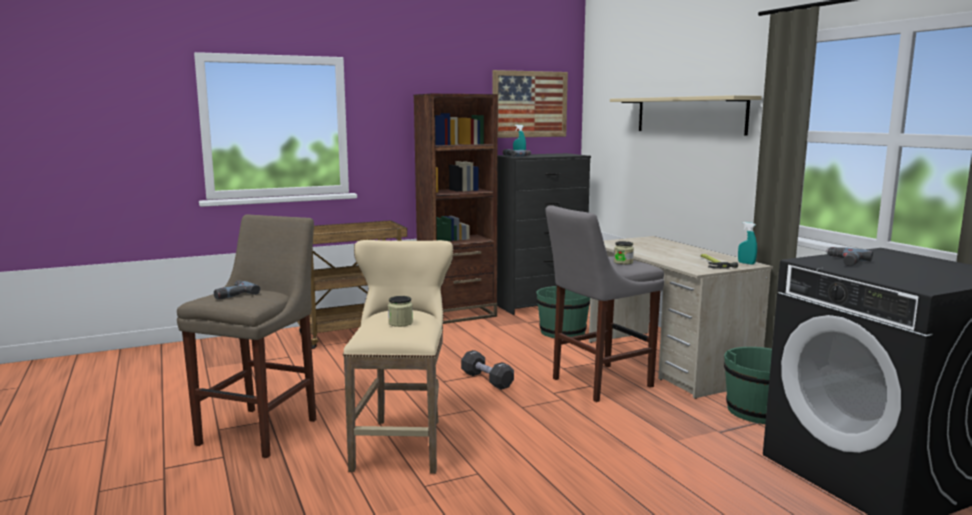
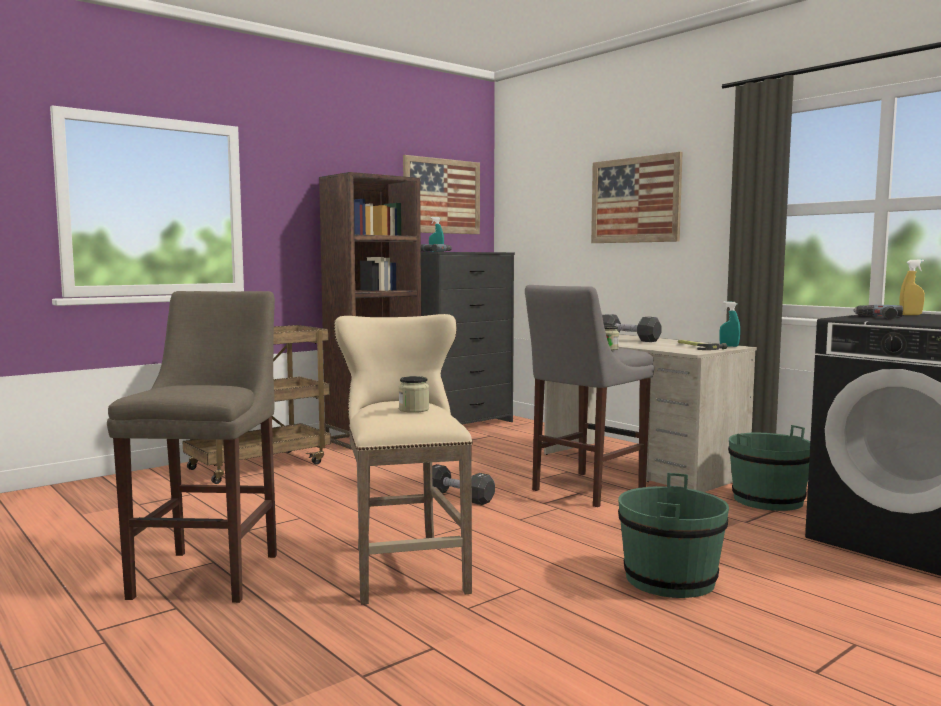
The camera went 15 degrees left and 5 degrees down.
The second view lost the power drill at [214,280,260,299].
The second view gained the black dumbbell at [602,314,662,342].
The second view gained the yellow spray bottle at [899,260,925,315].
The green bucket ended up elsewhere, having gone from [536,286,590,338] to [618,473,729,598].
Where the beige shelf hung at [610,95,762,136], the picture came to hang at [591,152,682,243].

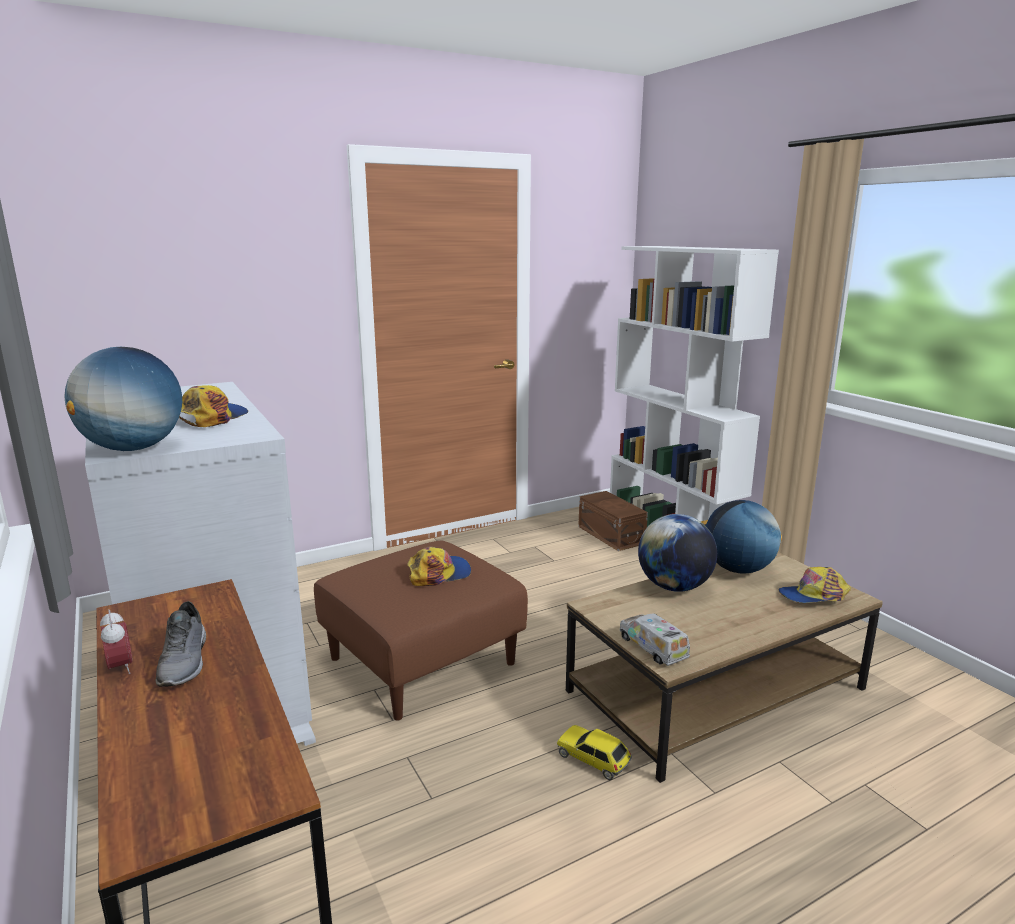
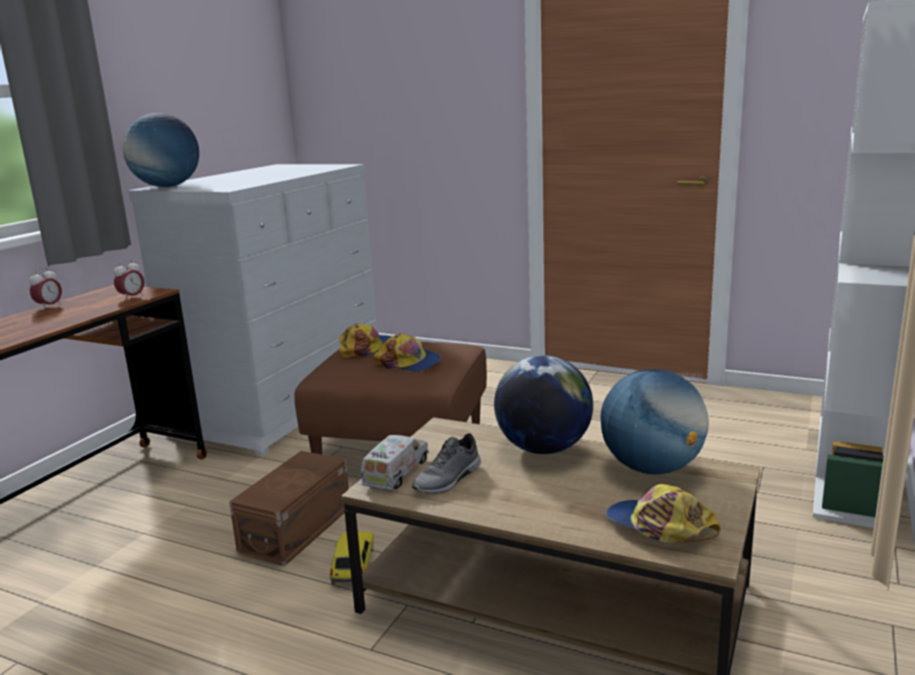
The camera went 55 degrees right and 0 degrees up.
The second view gained the alarm clock at [114,259,144,301].
The grey shoe ended up elsewhere, having gone from [155,601,206,687] to [412,433,481,494].
The cap ended up elsewhere, having gone from [179,385,248,427] to [338,324,391,358].
The brown storage box ended up elsewhere, having gone from [578,491,648,551] to [229,451,349,566].

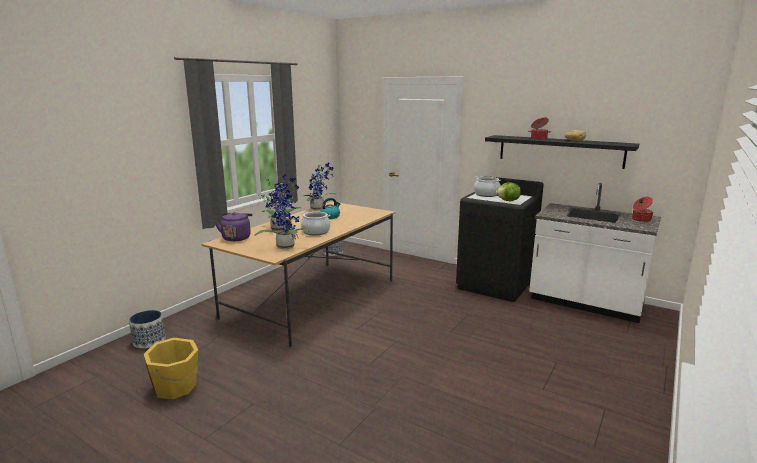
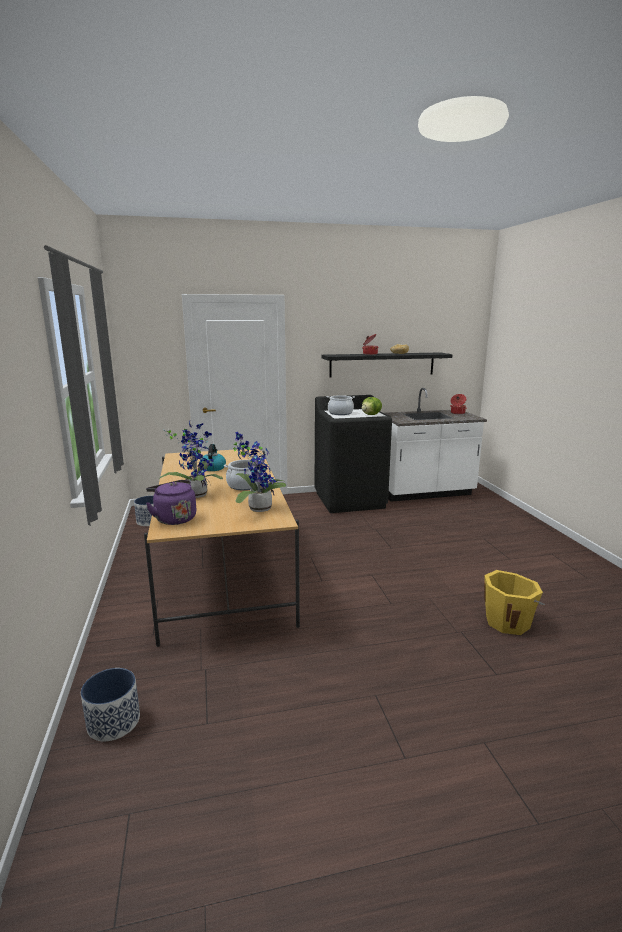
The camera went 45 degrees left and 0 degrees up.
The second view lost the potted plant at [304,163,337,210].
The yellow bucket ended up elsewhere, having gone from [144,338,199,399] to [484,570,545,635].

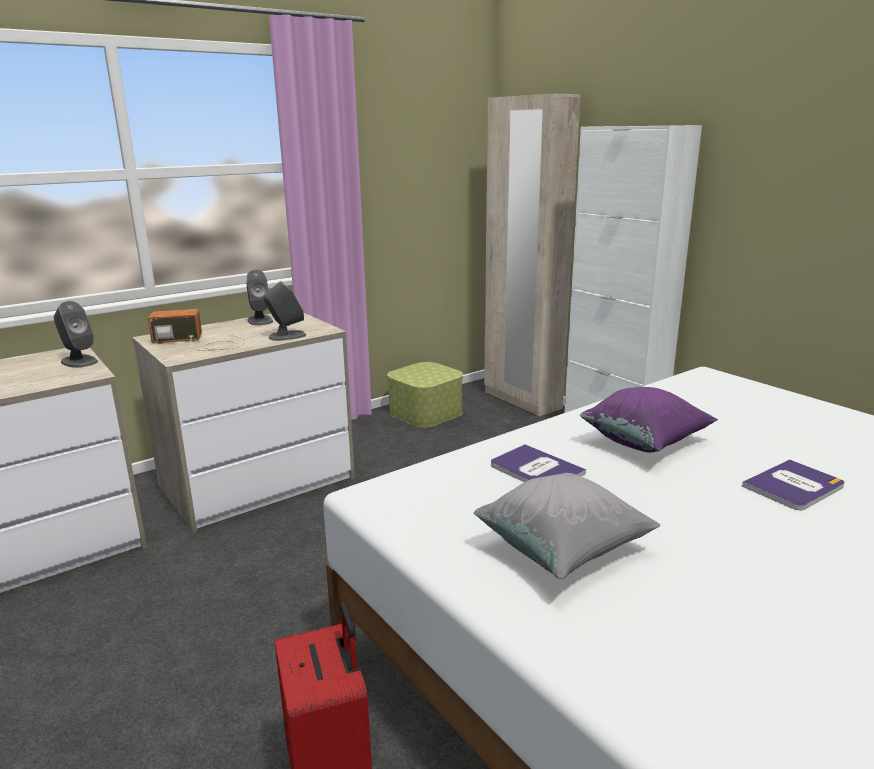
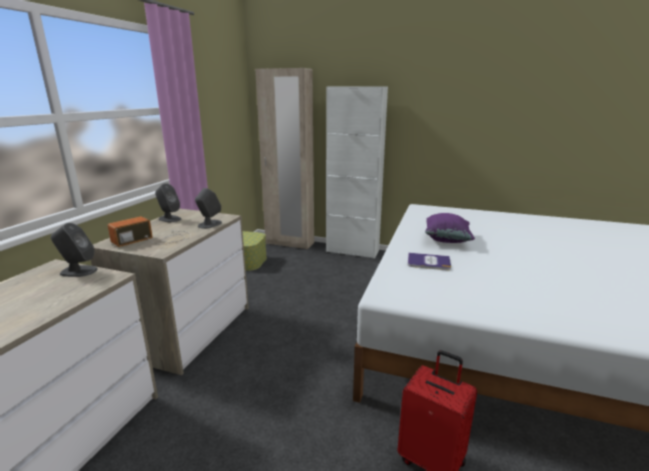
The camera went 35 degrees left and 0 degrees up.
The second view lost the grey pillow at [474,473,661,579].
The second view lost the book at [742,459,845,510].

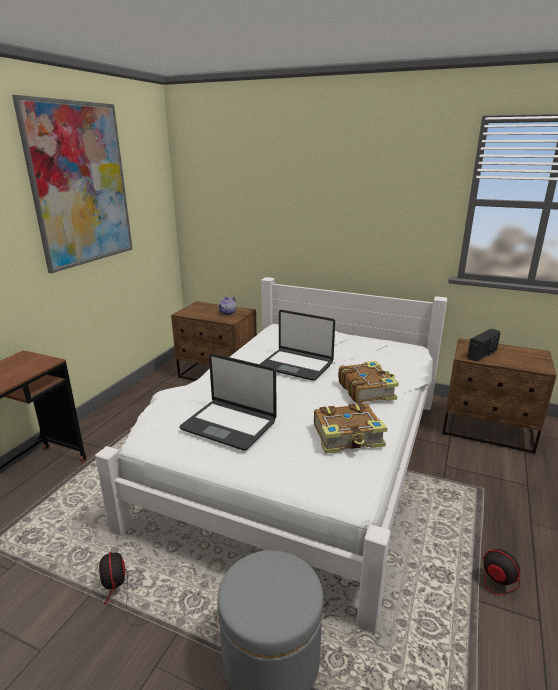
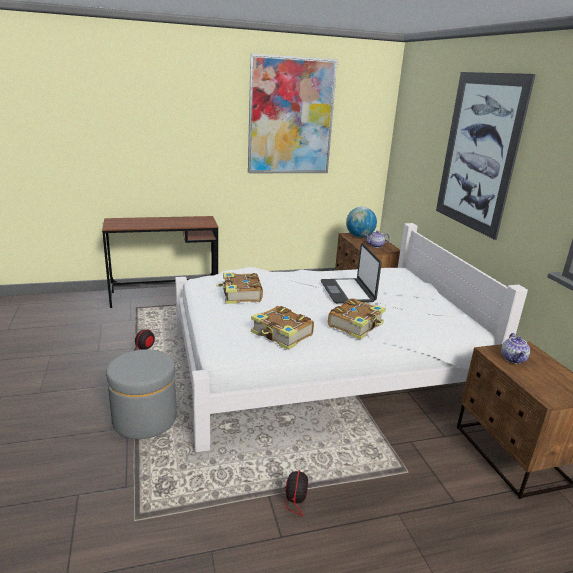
The camera went 50 degrees right and 0 degrees up.
The second view gained the globe at [346,207,377,237].
The second view gained the picture at [436,72,536,240].
Where the laptop stood at [180,353,276,450], the book came to stand at [216,273,263,304].
Where the radio stood at [467,329,500,362], the teapot came to stand at [501,333,530,364].

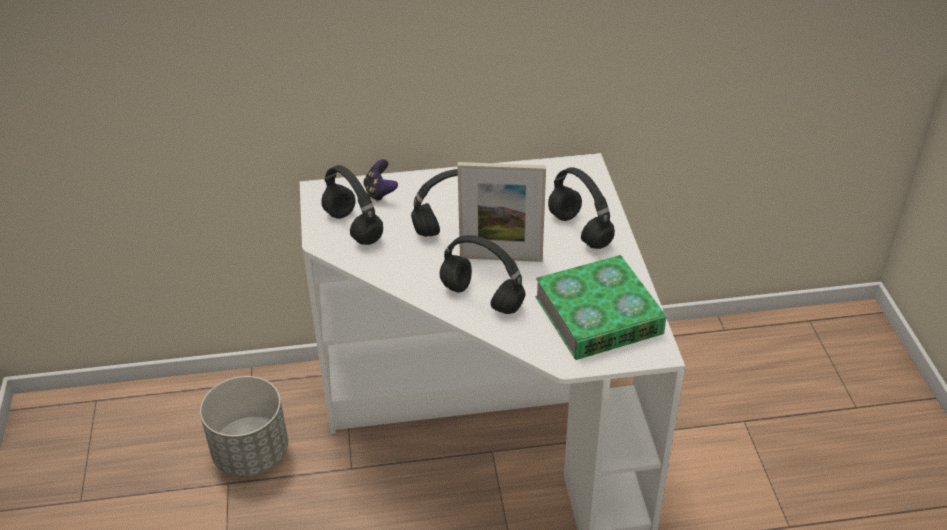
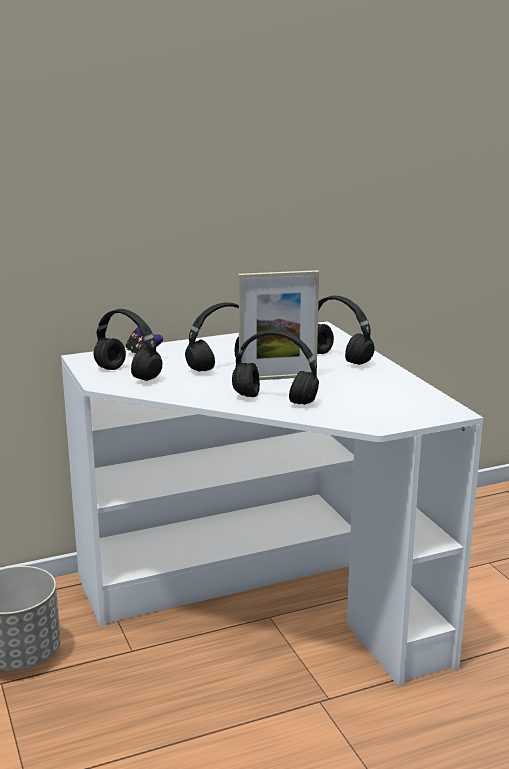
The camera went 15 degrees left and 20 degrees down.
The second view lost the book at [535,255,667,360].

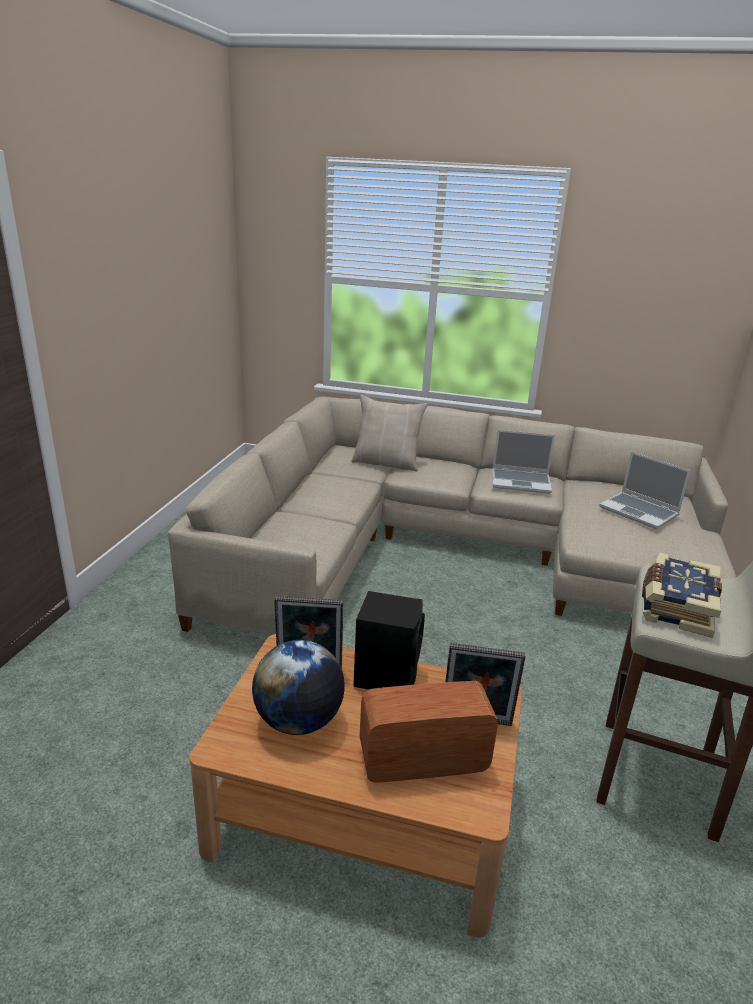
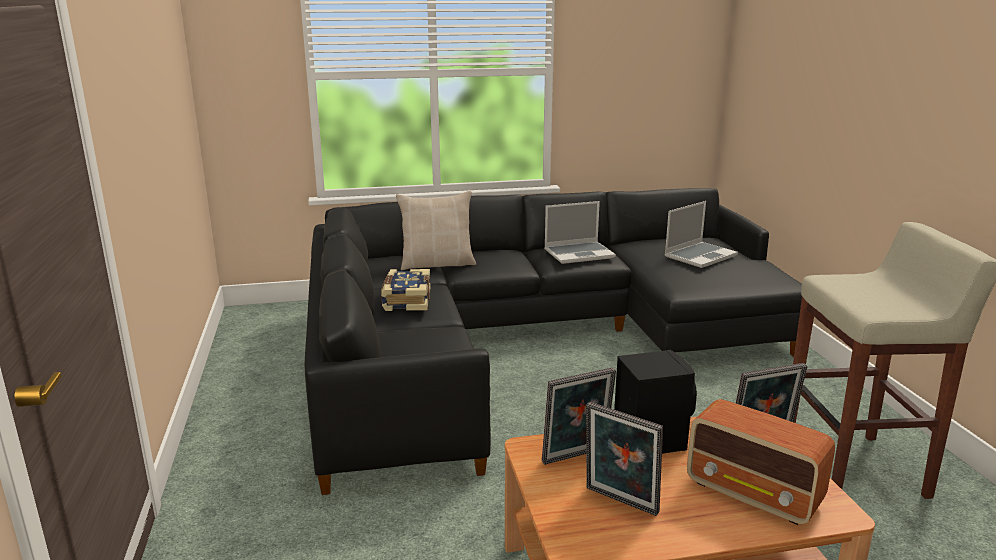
The camera went 25 degrees left and 5 degrees down.
The book ended up elsewhere, having gone from [642,552,722,638] to [381,269,431,311].
Where the globe stood at [252,640,345,735], the picture frame came to stand at [586,402,663,516].
What was the beige sofa at [168,396,736,635] turned into the black sofa at [305,188,802,495].
The radio at [360,681,498,783] ended up facing another way, 105 degrees counterclockwise from before.
The laptop at [599,452,691,529] ended up facing another way, 60 degrees counterclockwise from before.

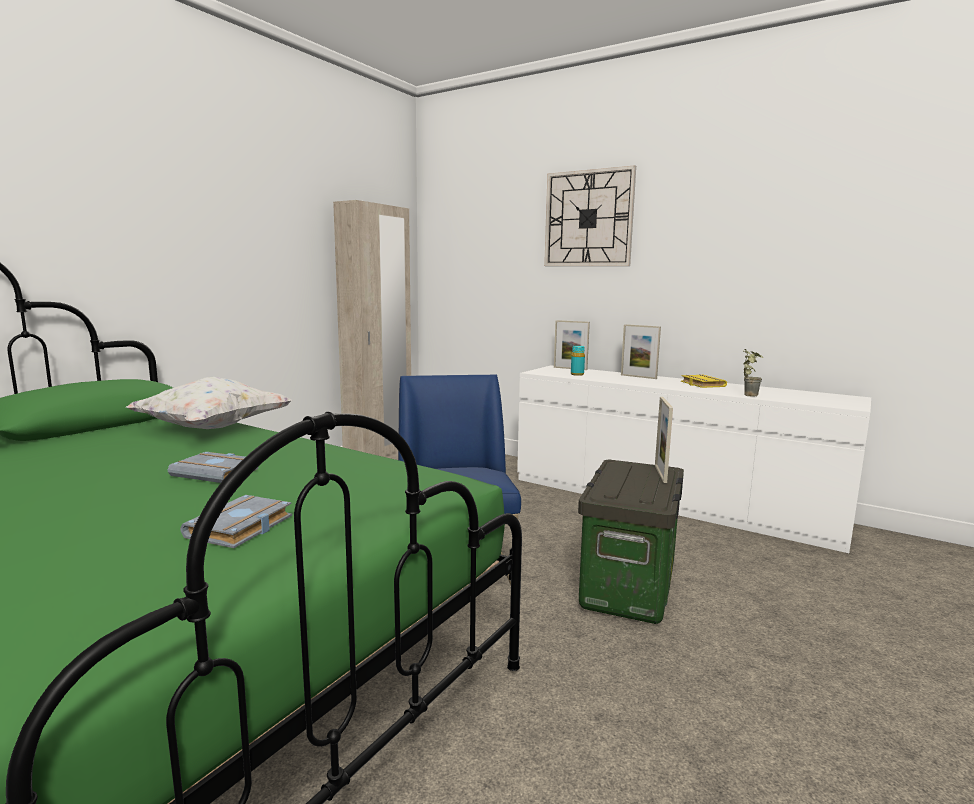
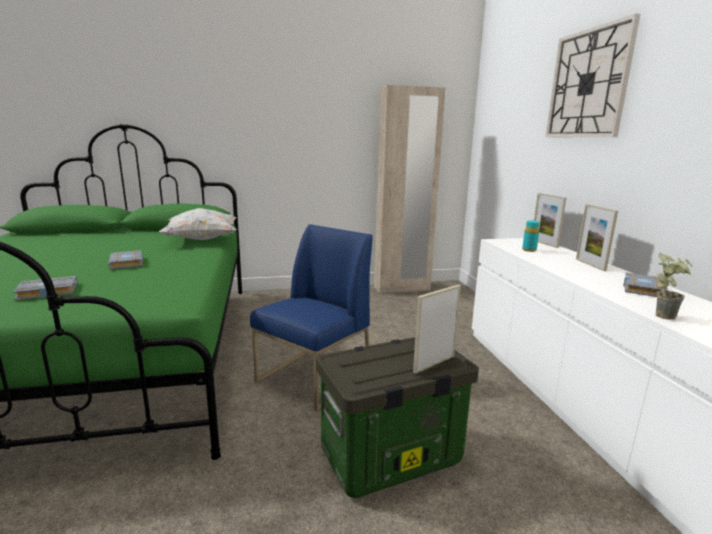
The camera went 45 degrees right and 5 degrees up.
What was the yellow book at [681,374,727,388] turned into the grey book at [623,273,668,297].

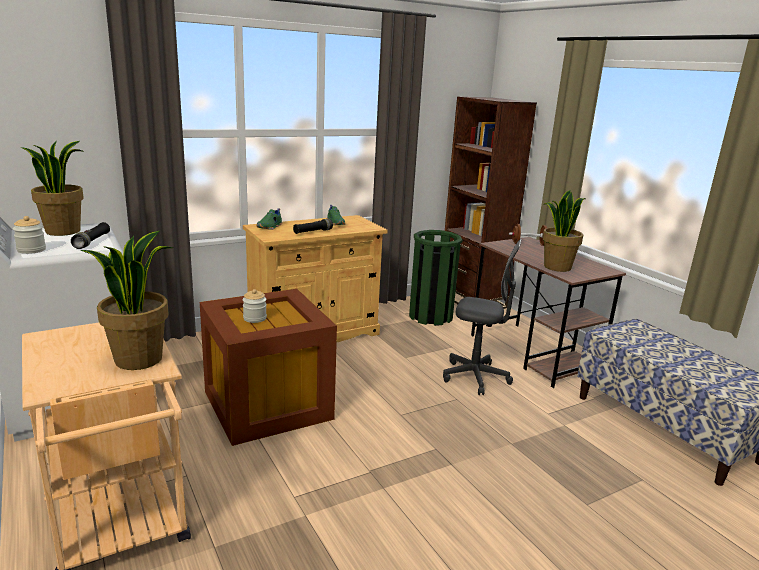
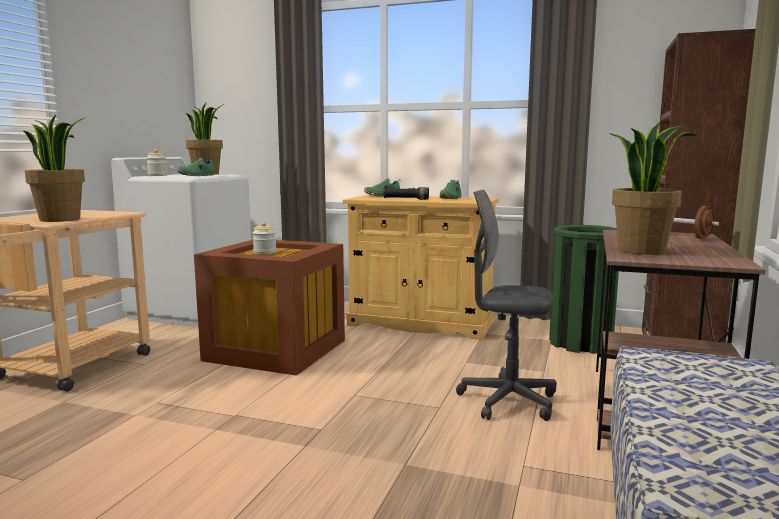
The camera went 50 degrees right and 10 degrees down.
Where the black flashlight stood at [71,222,110,249], the green shoe came to stand at [177,158,216,176].
The grey office chair at [443,239,522,395] ended up facing another way, 135 degrees clockwise from before.

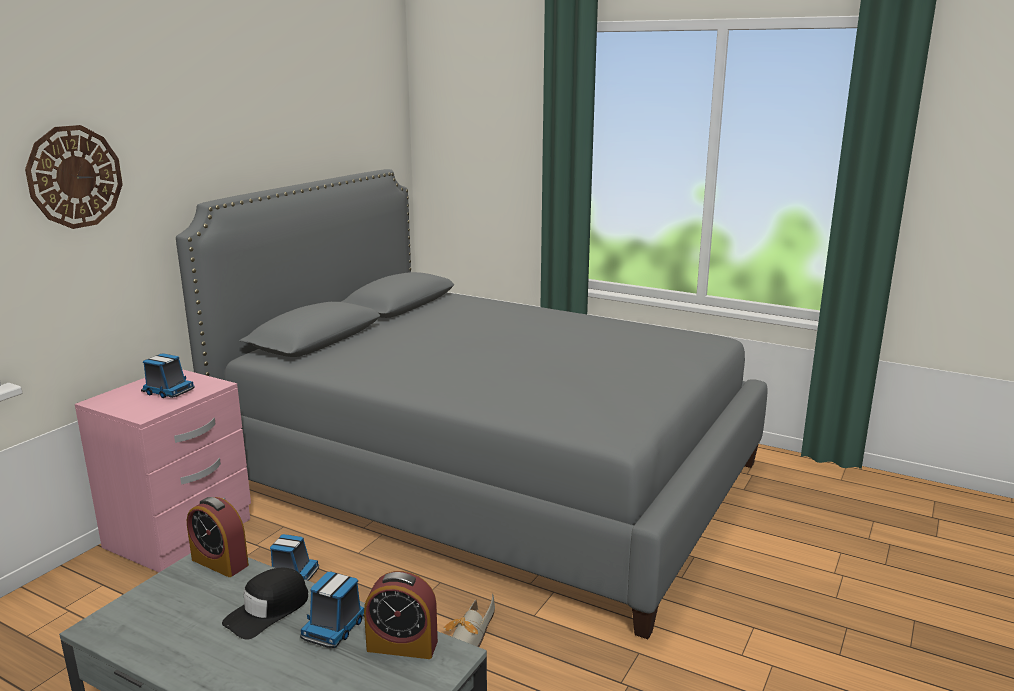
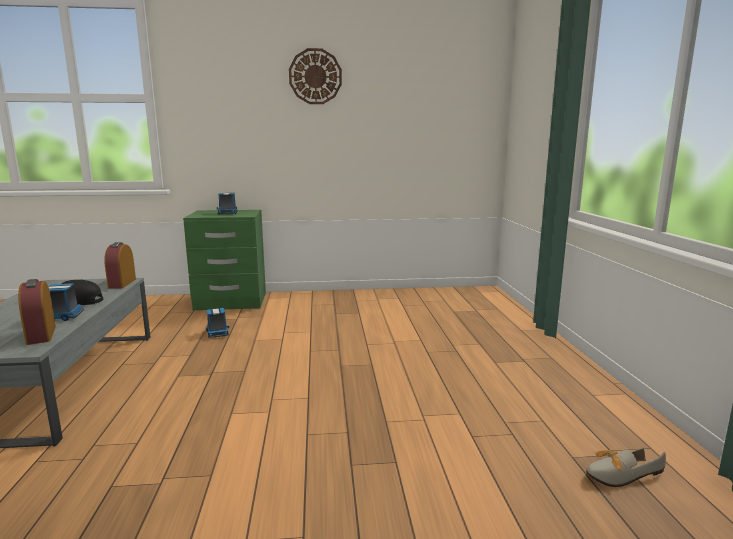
The camera went 55 degrees right and 5 degrees down.
The second view lost the grey bed at [176,169,767,639].
The wall clock ended up elsewhere, having gone from [25,125,123,229] to [289,48,342,104].
The shoe ended up elsewhere, having gone from [444,593,495,647] to [586,448,666,487].
What was the pink nightstand at [75,369,251,572] turned into the green nightstand at [183,210,266,310].

